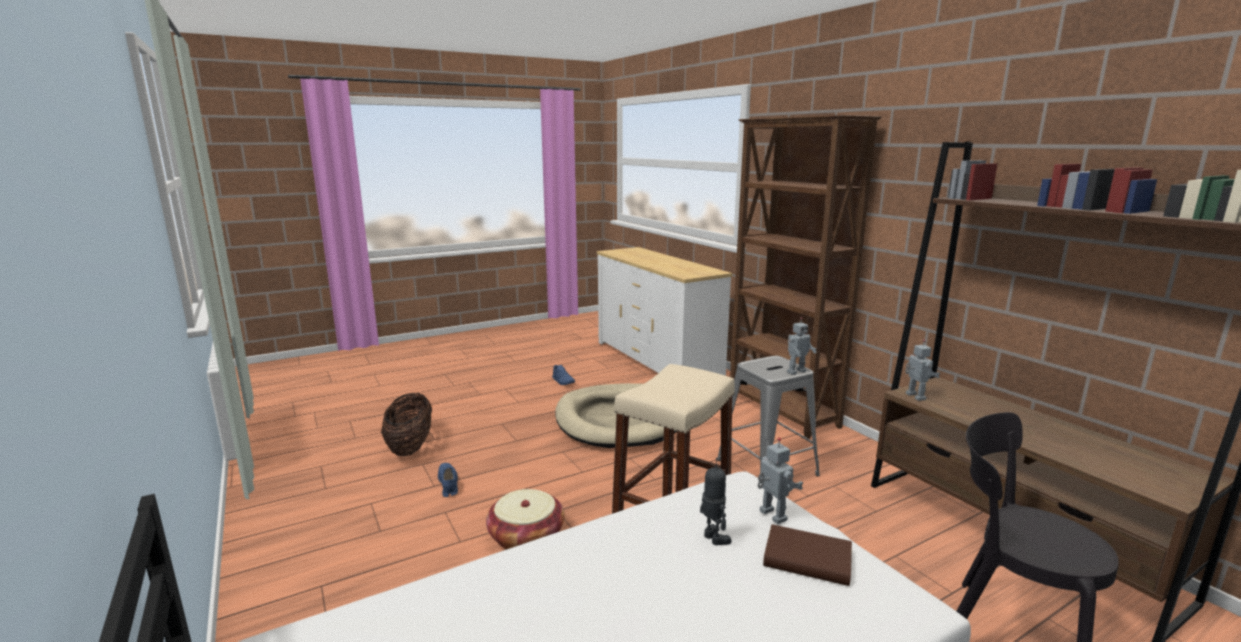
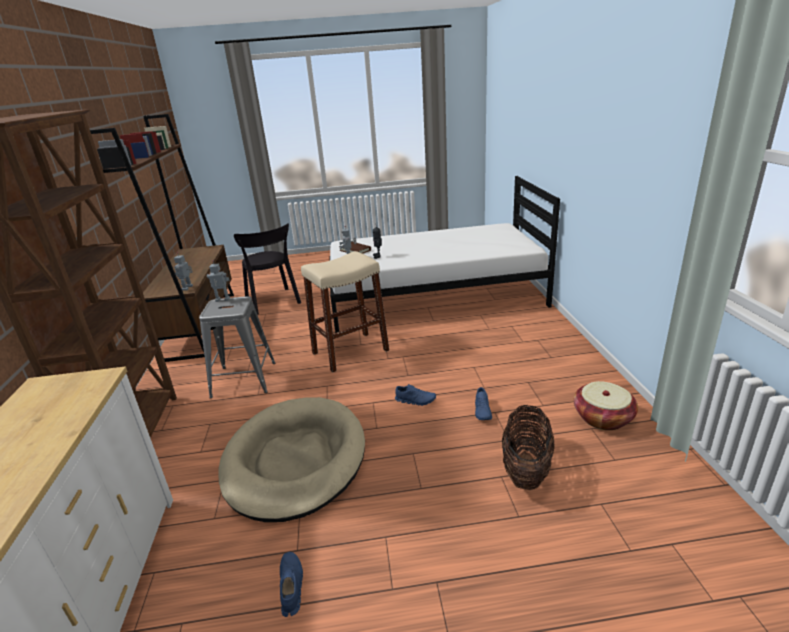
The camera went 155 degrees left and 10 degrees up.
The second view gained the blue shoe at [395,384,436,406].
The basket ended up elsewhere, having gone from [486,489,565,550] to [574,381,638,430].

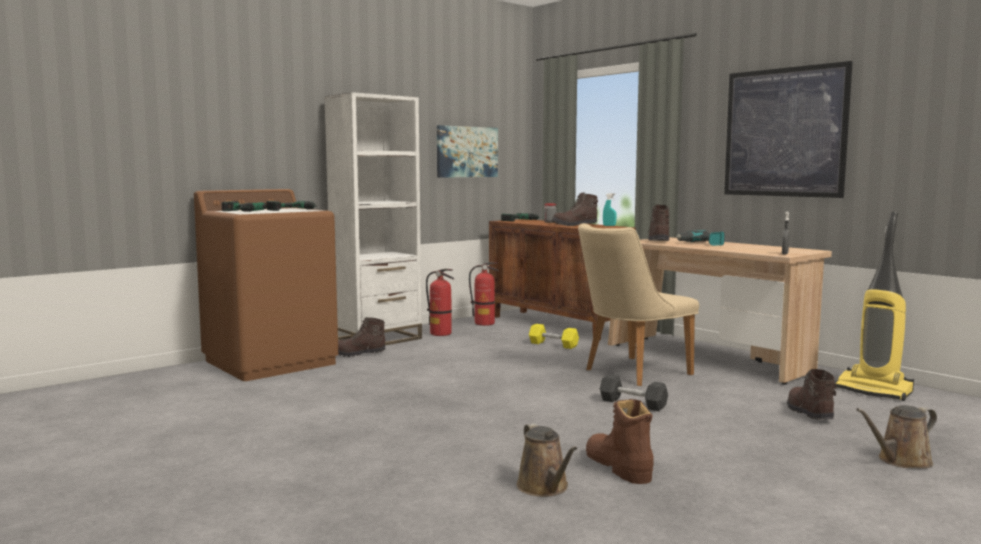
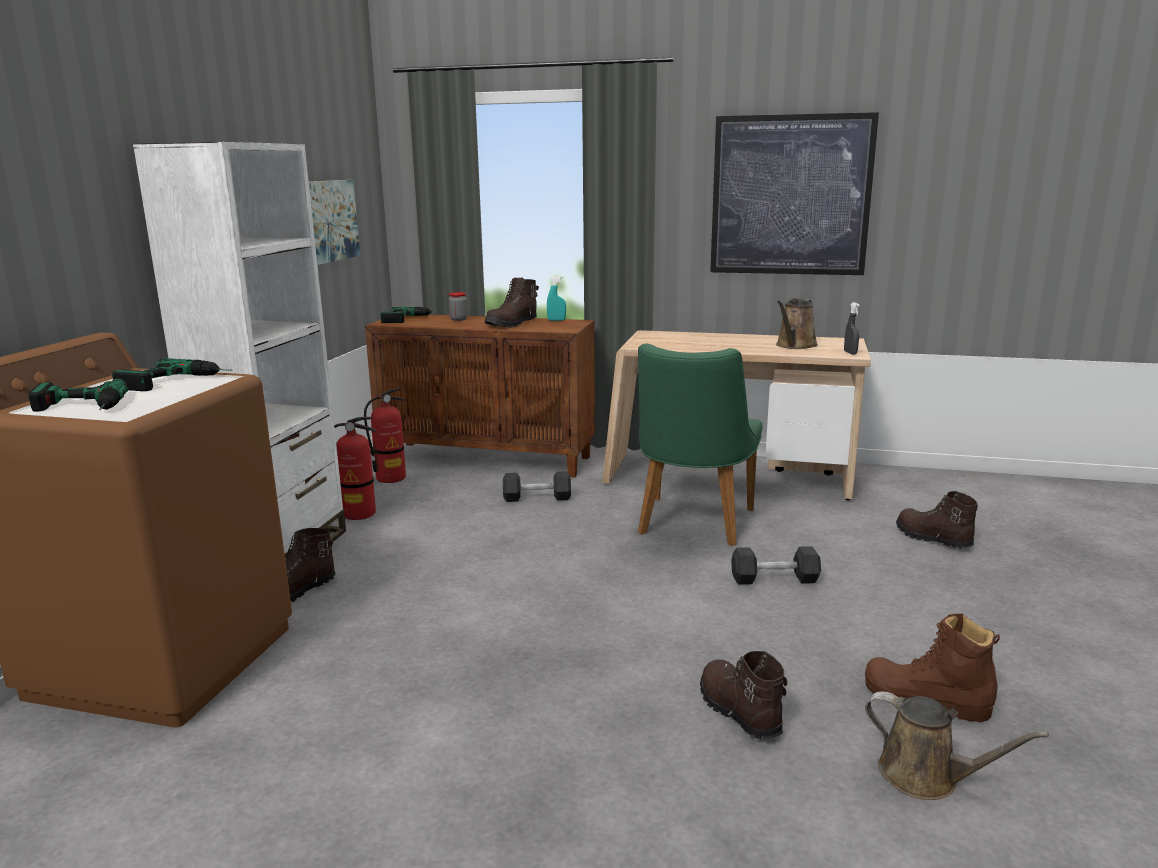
The camera went 35 degrees left and 10 degrees up.
The second view lost the power drill at [675,230,725,246].
The second view lost the vacuum cleaner at [834,212,914,401].
The brown boot ended up elsewhere, having gone from [647,205,670,241] to [700,651,787,739].
The brown watering can ended up elsewhere, having gone from [856,405,937,469] to [776,298,818,349].
What was the yellow dumbbell at [529,324,579,349] turned into the black dumbbell at [503,471,571,502].
What was the beige chair at [578,223,699,386] turned into the green chair at [638,343,762,546].

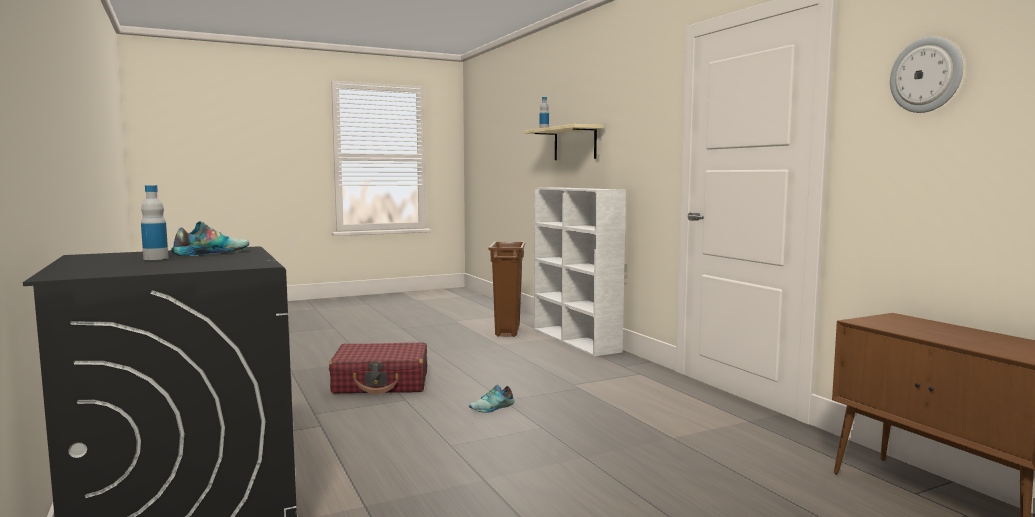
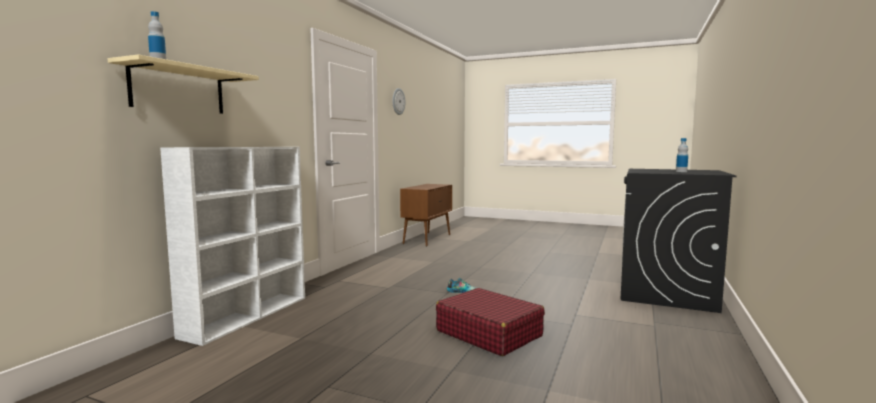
The camera went 130 degrees left and 0 degrees up.
The second view lost the shoe at [171,221,250,256].
The second view lost the brown trash can at [489,241,525,337].

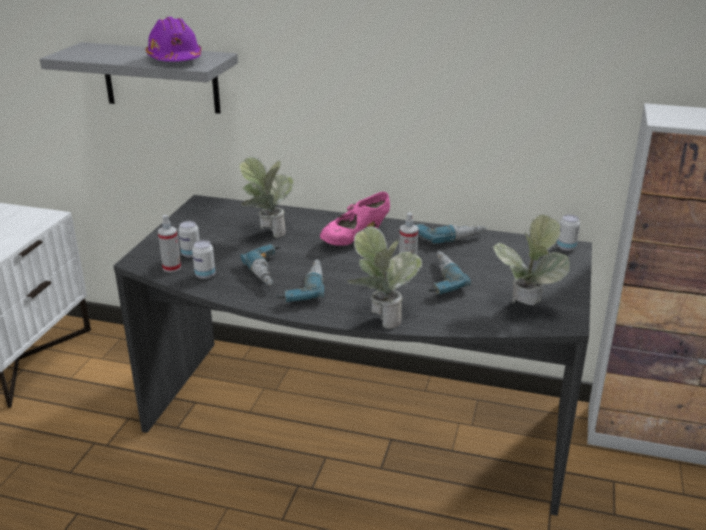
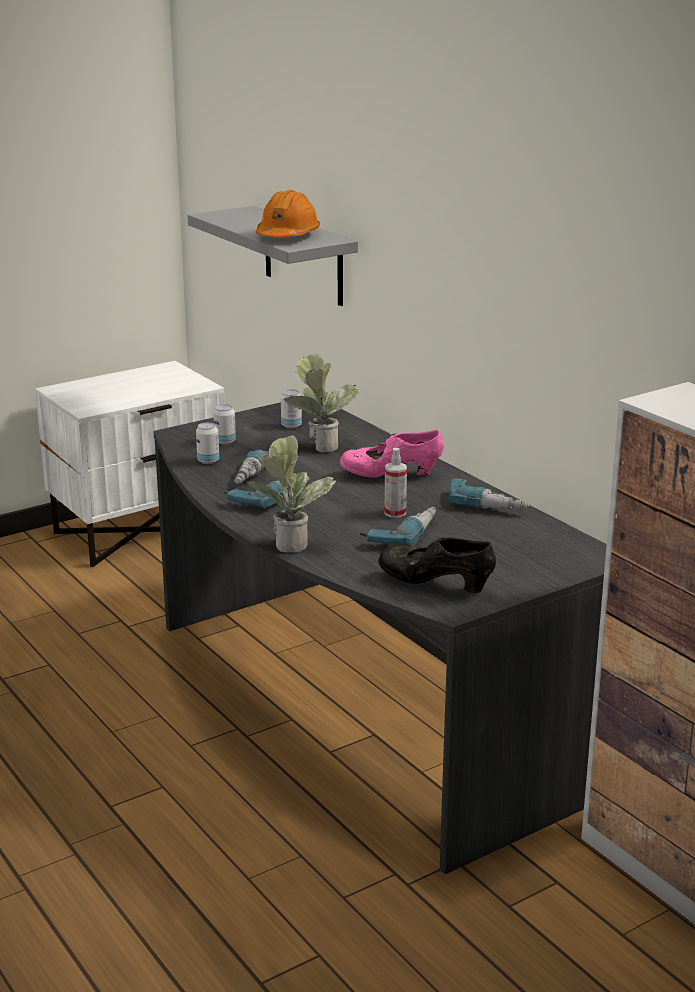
The camera went 40 degrees right and 5 degrees down.
The second view lost the spray bottle at [158,215,181,273].
The can ended up elsewhere, having gone from [557,215,580,251] to [281,389,302,429].
Where the potted plant stood at [492,215,570,305], the black shoe came to stand at [378,537,496,593].
What was the purple hard hat at [145,17,202,62] turned into the orange hard hat at [256,190,320,237].

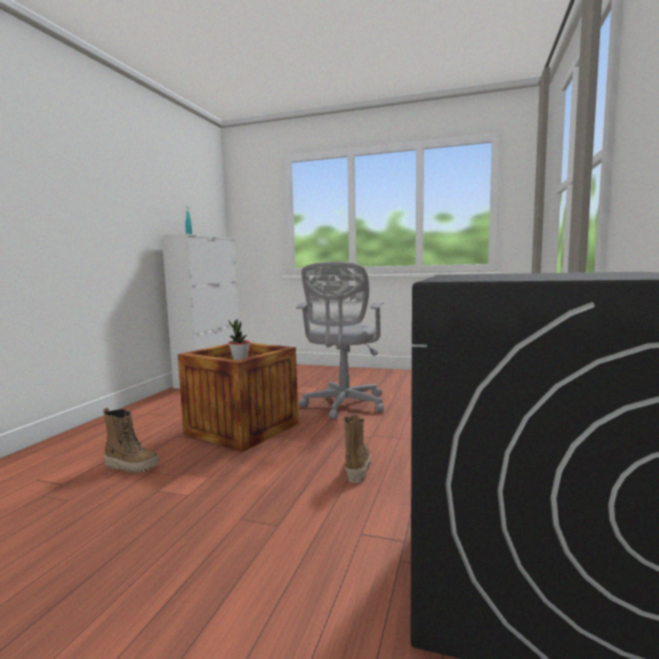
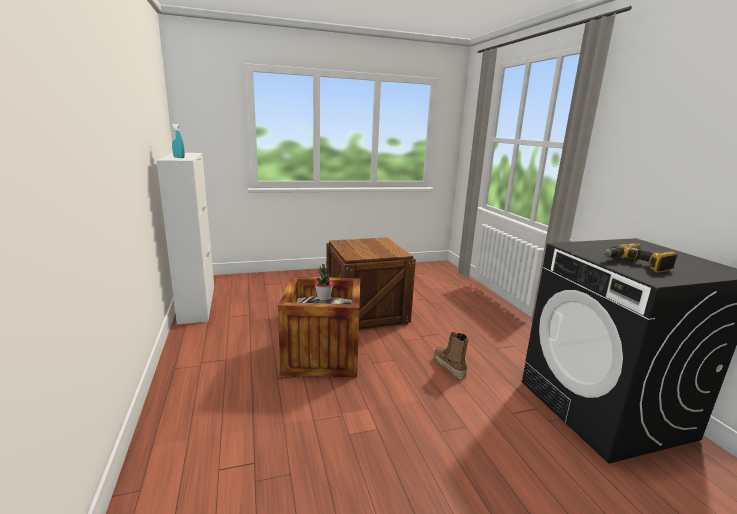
The camera went 35 degrees left and 10 degrees up.
The second view lost the boot at [103,408,159,473].
The second view gained the power drill at [603,243,678,273].
Where the grey office chair stood at [296,262,384,420], the crate came to stand at [326,237,416,330].

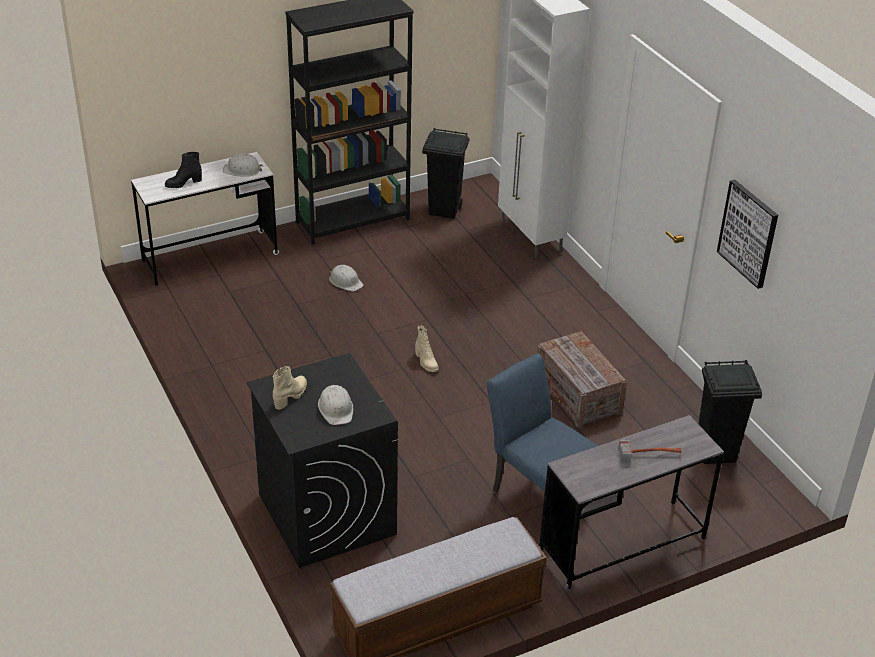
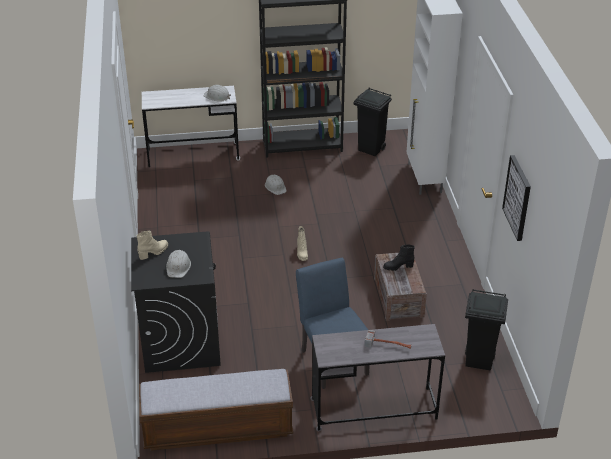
The camera went 20 degrees right and 0 degrees up.
The black boot ended up elsewhere, having gone from [165,152,202,188] to [383,244,415,271].

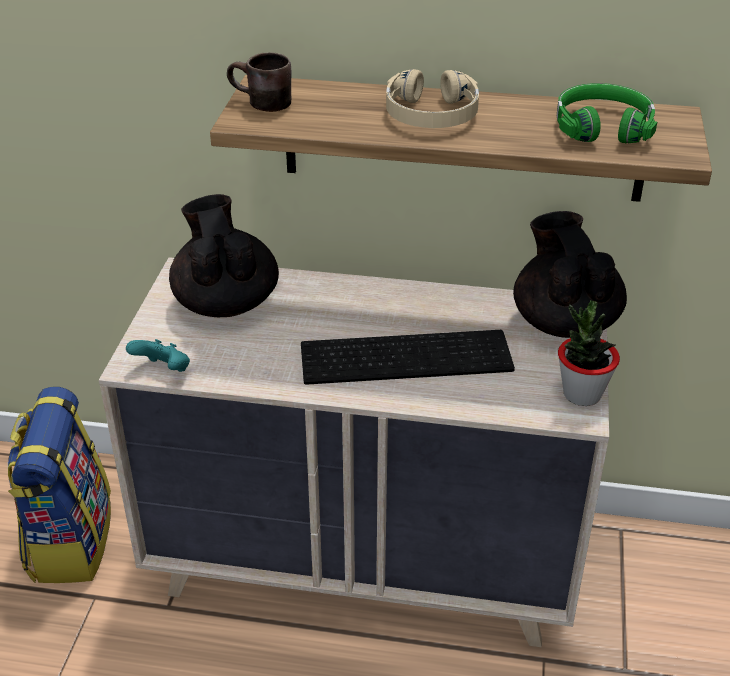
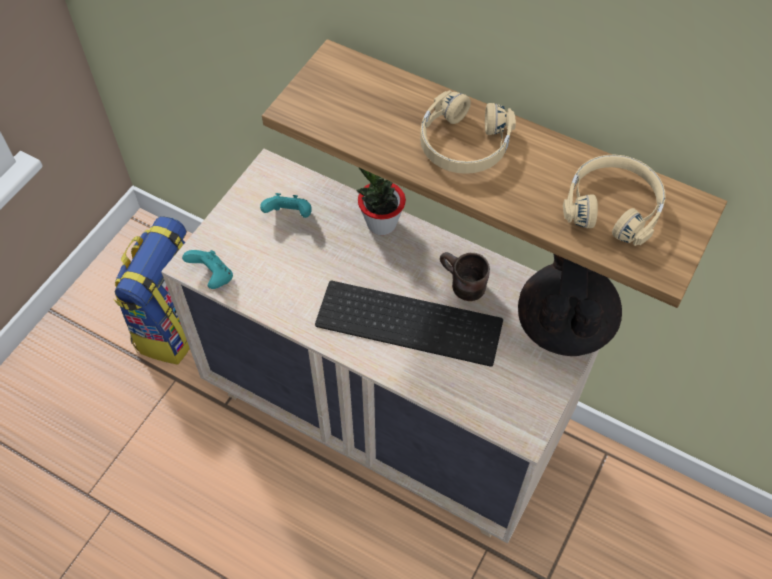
The camera went 20 degrees right and 20 degrees up.
The brown mug ended up elsewhere, having gone from [227,52,292,112] to [440,252,490,301].
The potted plant ended up elsewhere, having gone from [558,300,620,406] to [357,167,406,235].
Where the black teapot stood at [169,194,279,317], the turquoise game controller came to stand at [260,193,312,218].
What was the green headphones at [557,83,657,143] turned into the beige headphones at [563,155,666,246].

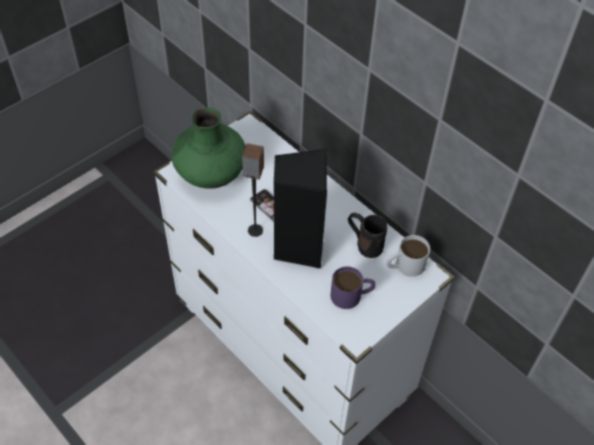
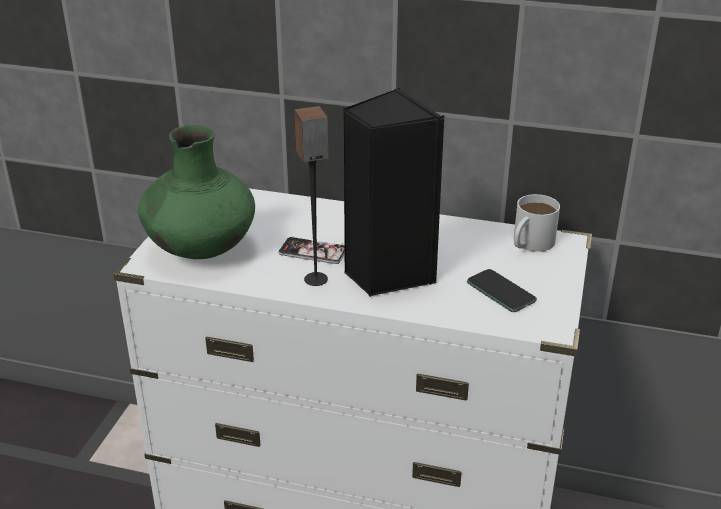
The camera went 30 degrees left and 20 degrees down.
The second view lost the black mug at [348,213,387,258].
Where the purple mug stood at [330,266,375,309], the phone came to stand at [467,269,537,312].

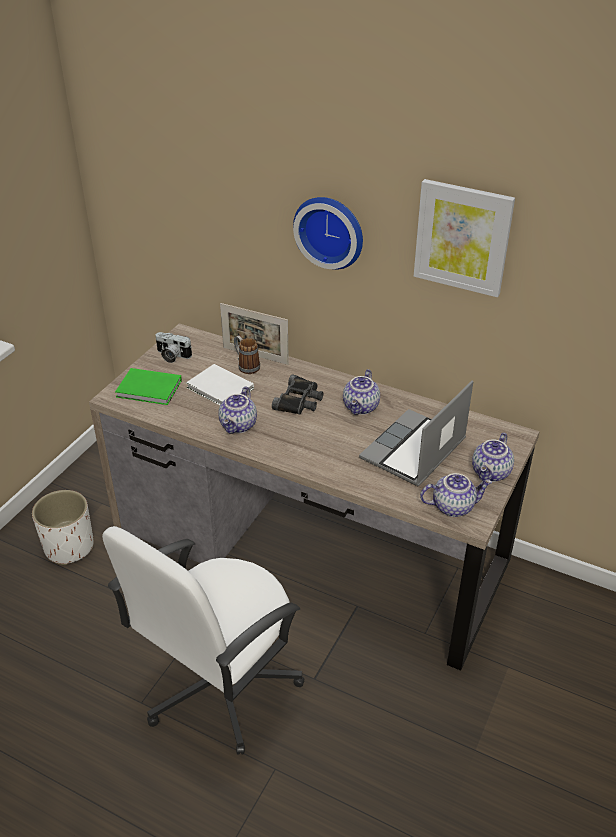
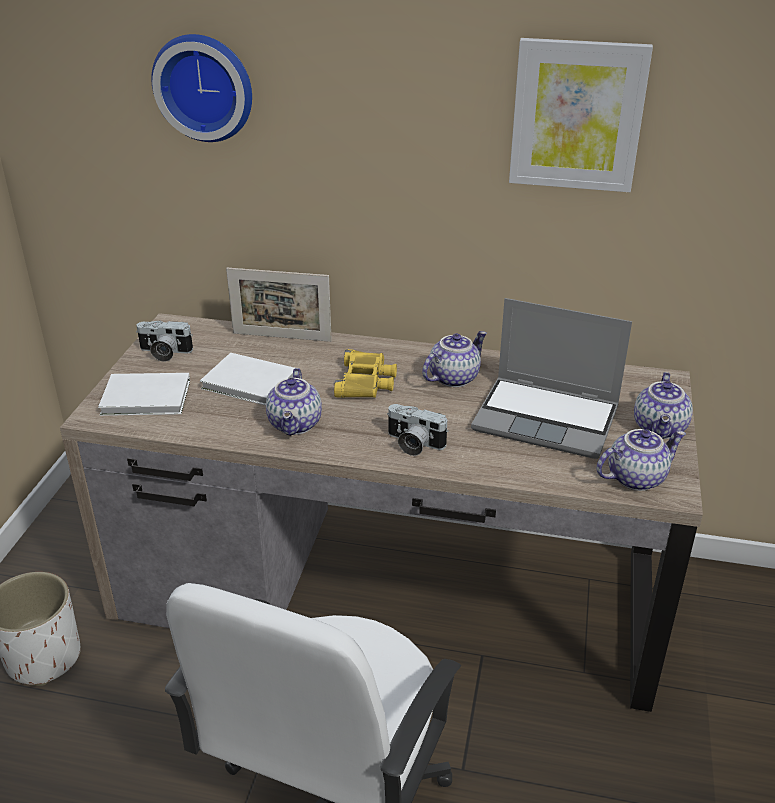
The camera went 15 degrees left and 5 degrees down.
The second view lost the mug at [234,335,260,374].
The second view gained the photo camera at [387,404,449,456].
The wall clock ended up elsewhere, having gone from [293,197,363,270] to [151,34,252,142].
What was the green book at [115,368,182,405] turned into the white book at [98,373,190,416].
What was the black binoculars at [272,374,323,414] turned into the yellow binoculars at [334,349,397,398].
The teapot at [343,369,380,415] ended up facing another way, 135 degrees counterclockwise from before.
The laptop at [359,381,473,487] ended up facing another way, 90 degrees counterclockwise from before.

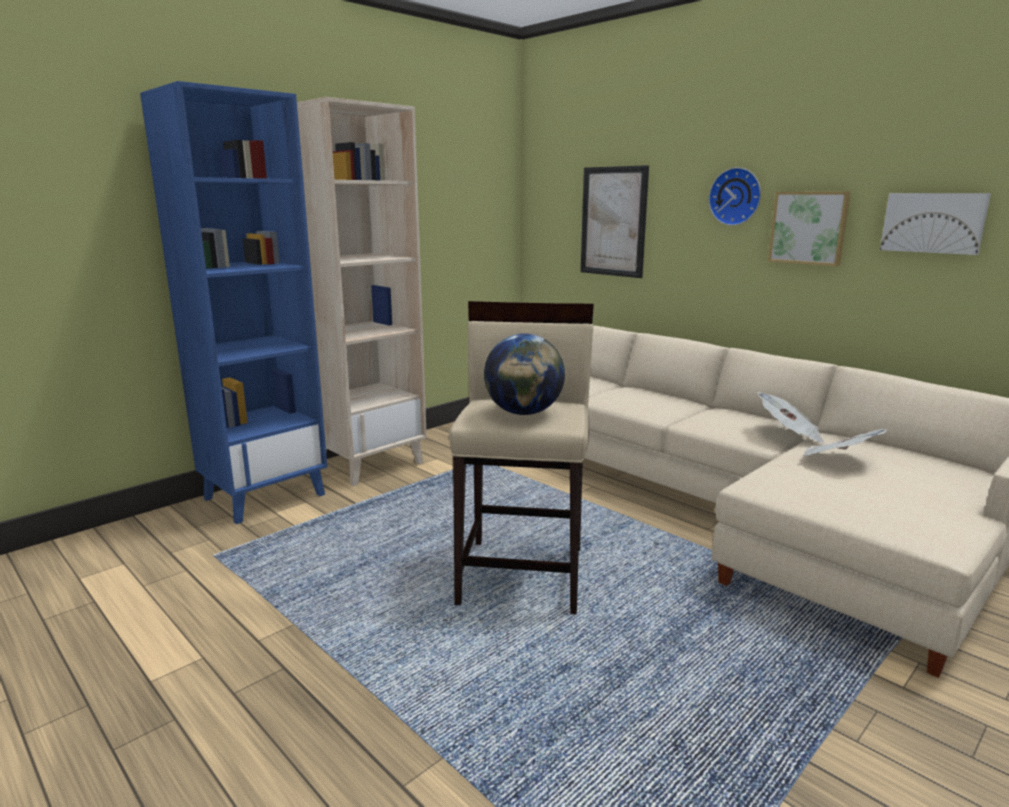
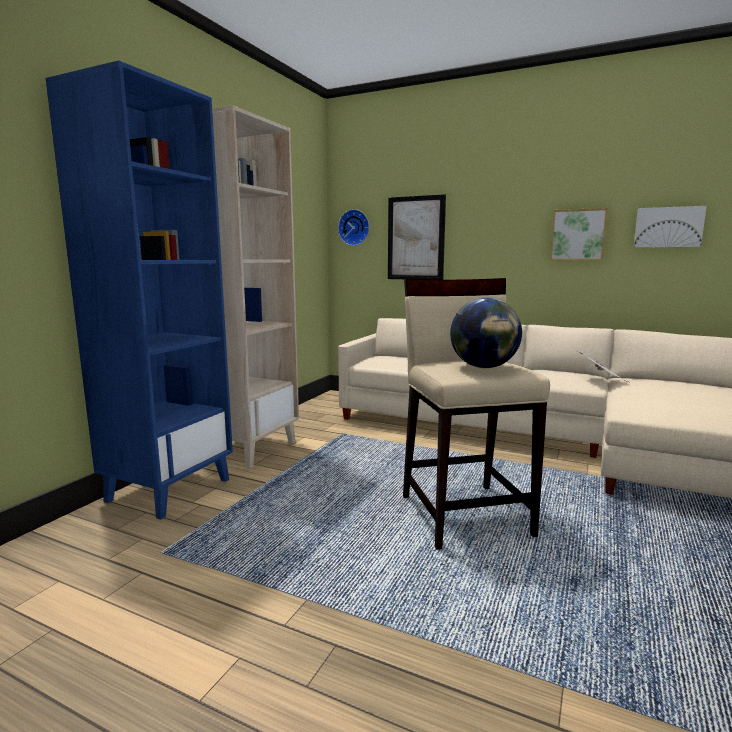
The camera went 20 degrees left and 5 degrees down.
The second view lost the newspaper at [802,429,887,457].
The wall clock ended up elsewhere, having gone from [708,167,761,226] to [338,209,370,246].

